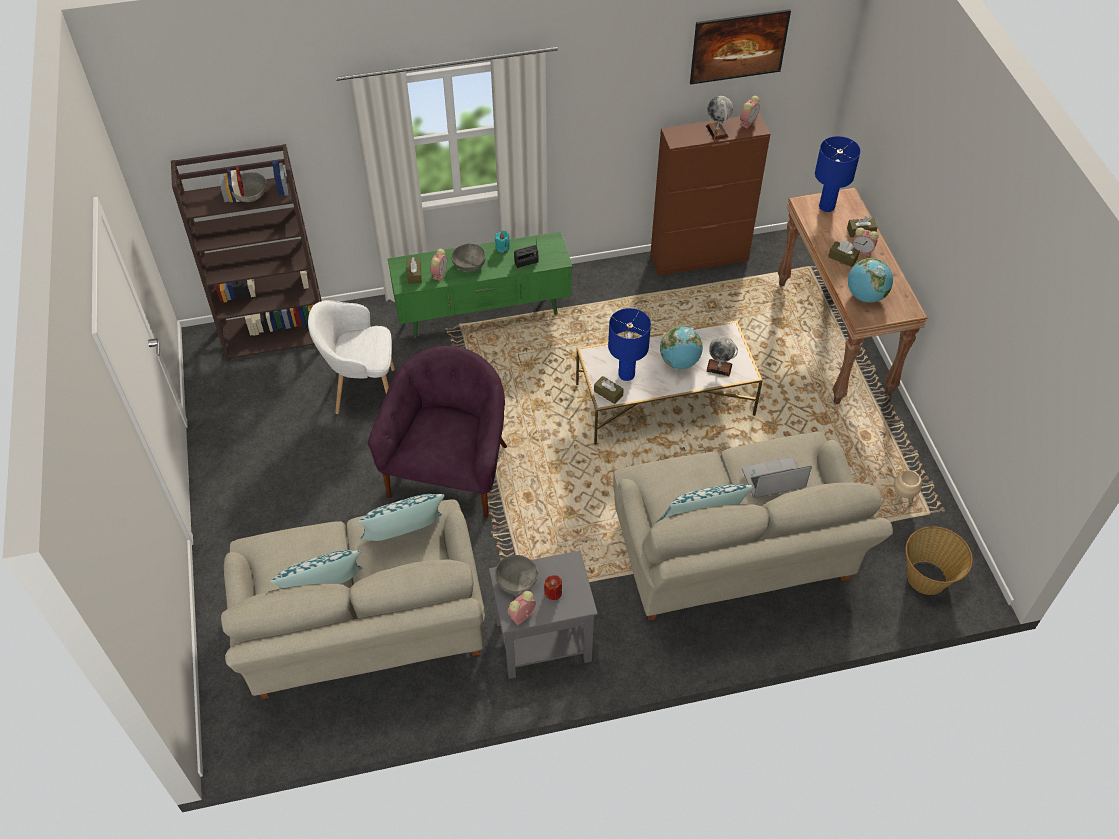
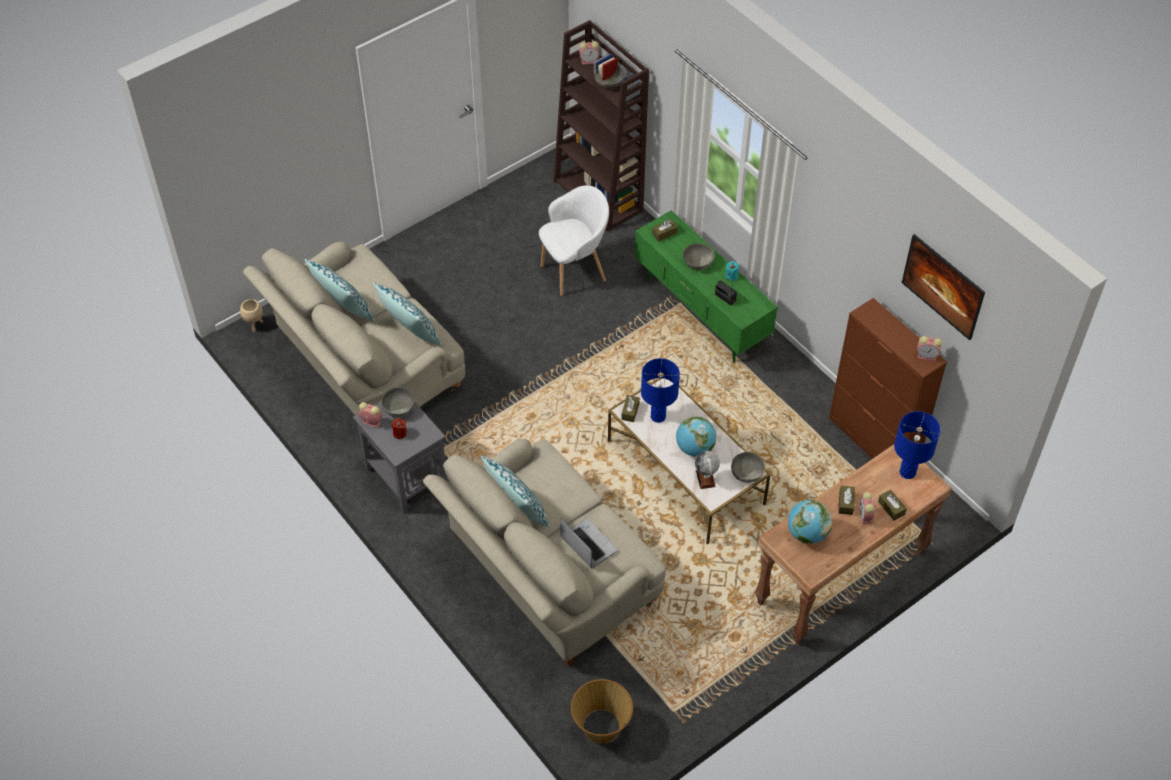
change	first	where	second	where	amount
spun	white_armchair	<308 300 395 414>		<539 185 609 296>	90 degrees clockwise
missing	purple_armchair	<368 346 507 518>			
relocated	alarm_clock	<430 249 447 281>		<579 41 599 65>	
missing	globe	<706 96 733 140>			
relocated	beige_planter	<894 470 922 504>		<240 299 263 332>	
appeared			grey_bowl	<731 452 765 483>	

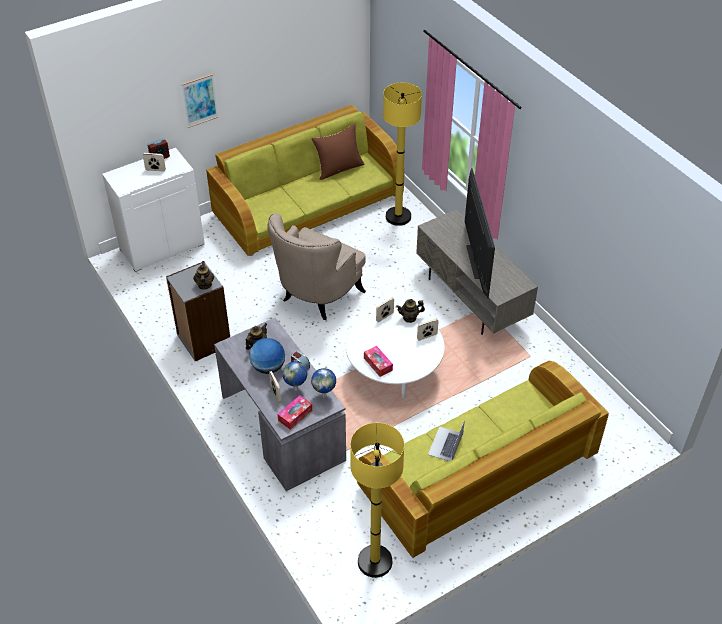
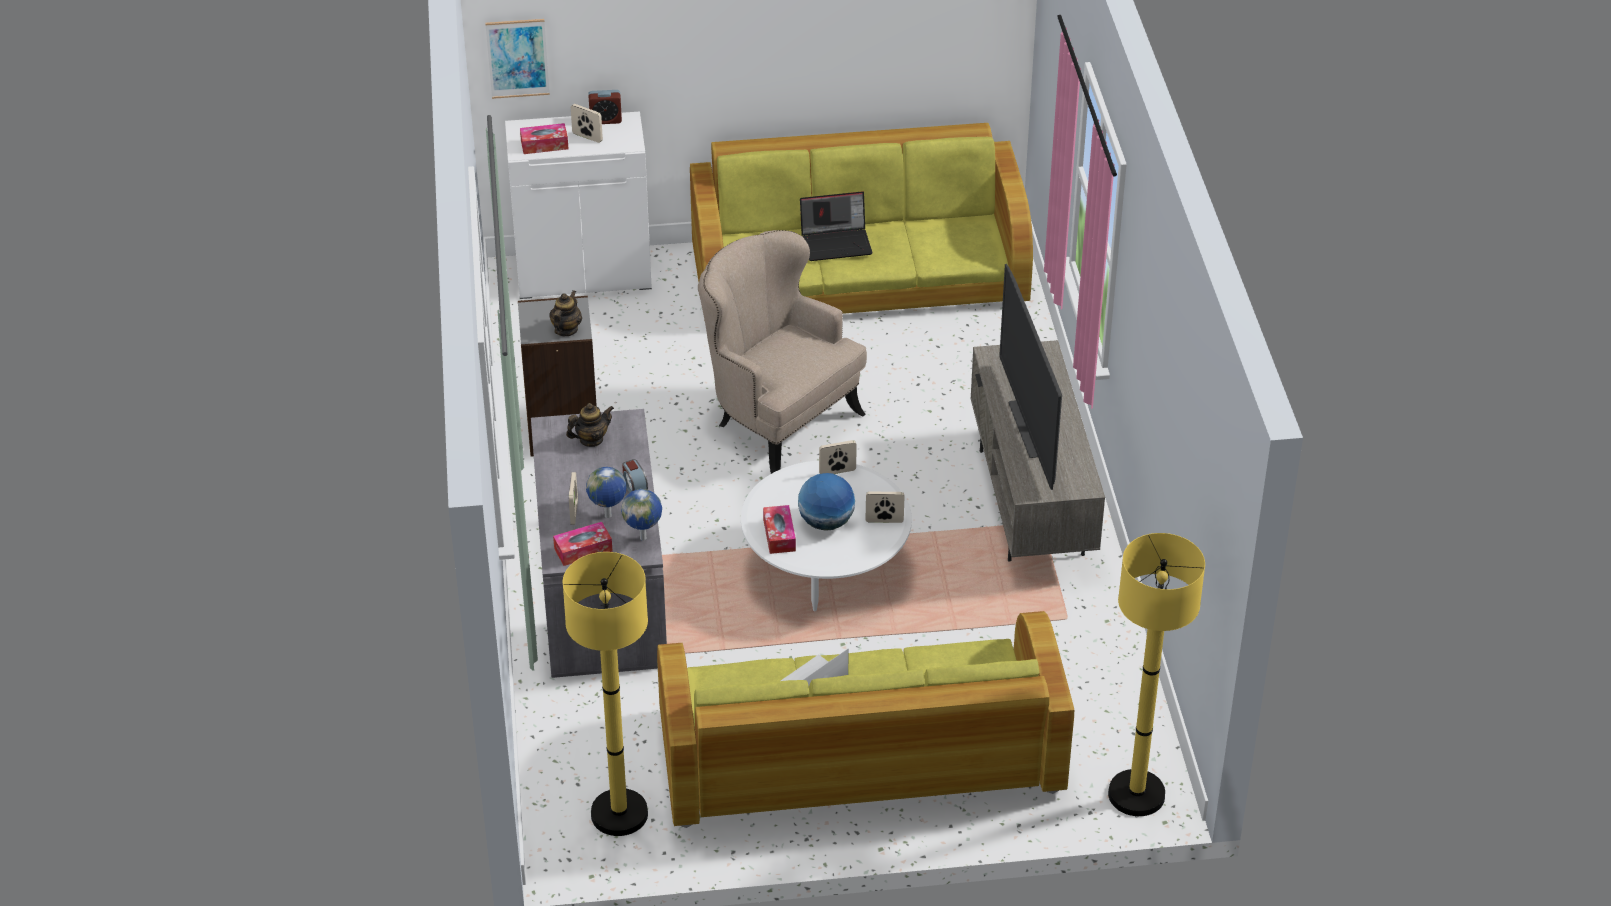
change	first	where	second	where	amount
relocated	picture	<181 74 218 128>		<485 19 550 99>	
relocated	globe	<249 338 285 374>		<798 473 855 531>	
spun	beige_armchair	<268 213 366 320>		<698 230 867 474>	75 degrees clockwise
missing	brown_pillow	<311 124 365 180>			
relocated	yellow_floor_lamp	<383 83 422 226>		<1108 533 1205 816>	
missing	teapot	<396 299 425 323>			
spun	television	<465 168 495 299>		<999 264 1062 490>	150 degrees clockwise
appeared			tissue_box	<520 123 568 154>	
appeared			laptop	<800 191 873 261>	

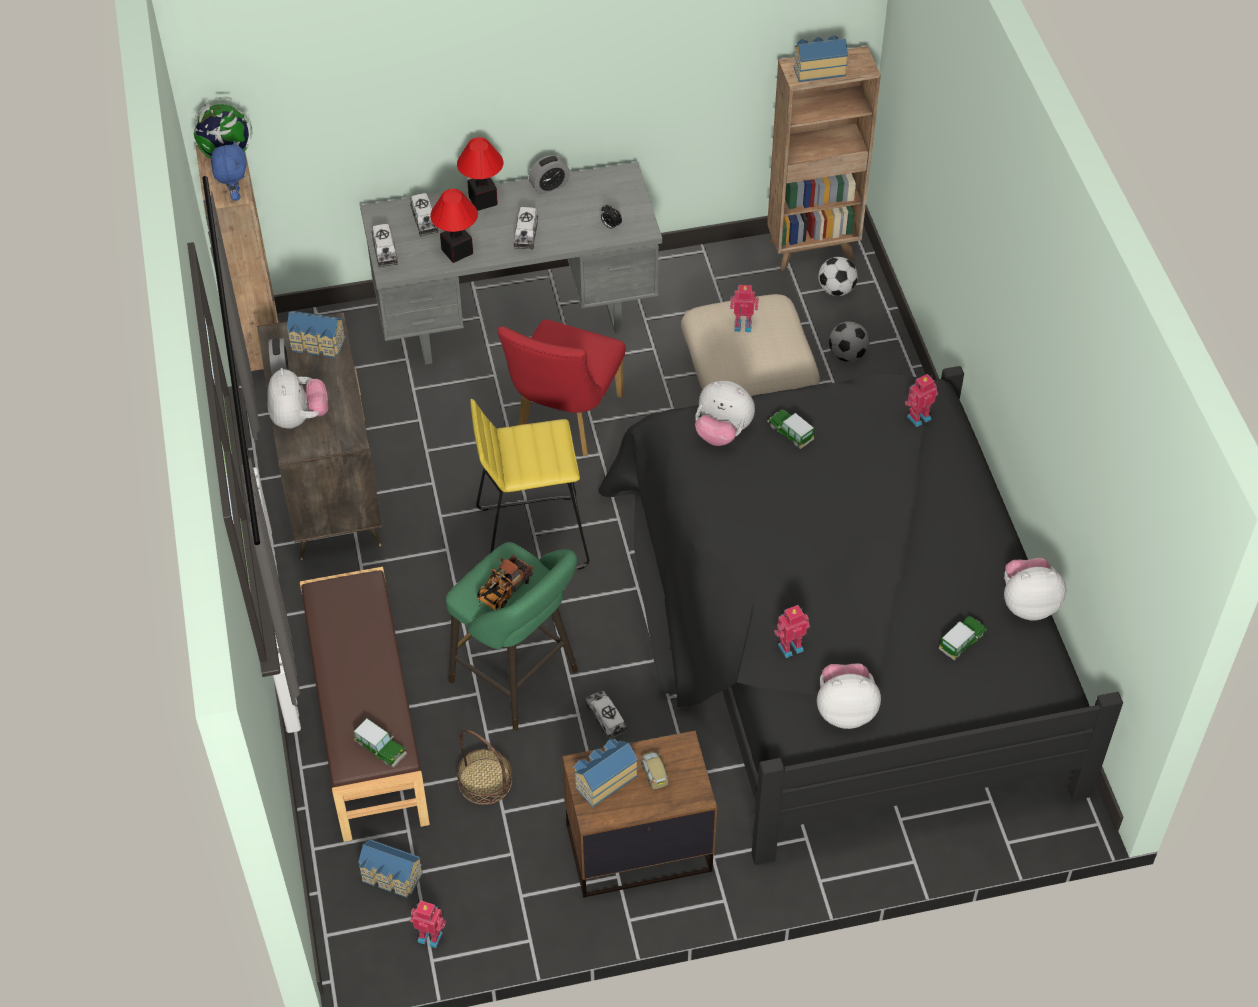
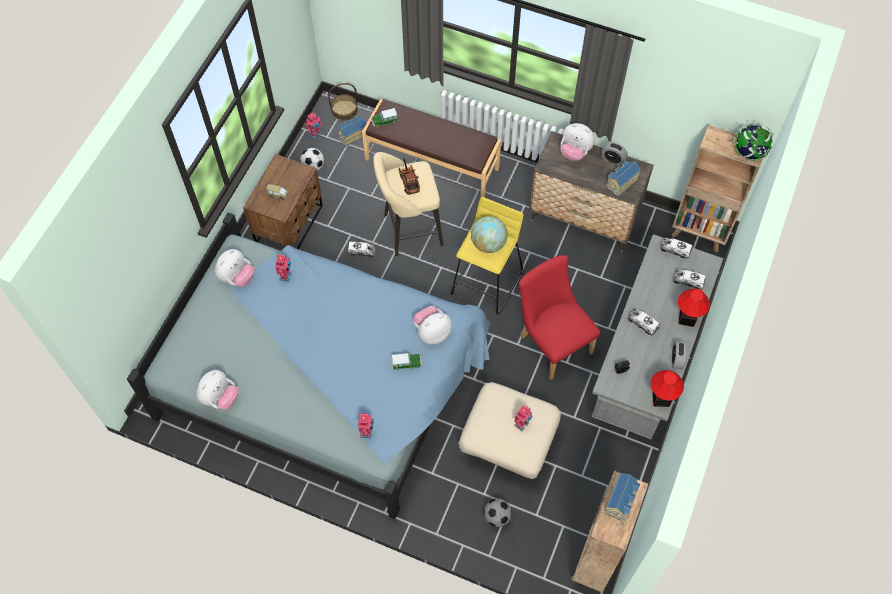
change	first	where	second	where	amount
missing	blue_plush_toy	<211 140 247 201>			
relocated	table_lamp	<430 189 478 263>		<651 370 684 407>	
colour	green_stool	<446 542 578 730>	beige_stool	<373 152 443 256>	
relocated	basket	<457 730 512 805>		<328 83 358 121>	
missing	toy_house	<574 739 638 807>			
colour	black_bed	<598 366 1123 865>	blue_bed	<127 213 490 519>	
relocated	football	<818 257 858 296>		<300 148 324 171>	
missing	toy_car	<939 616 987 661>			
appeared			globe	<471 216 508 253>	

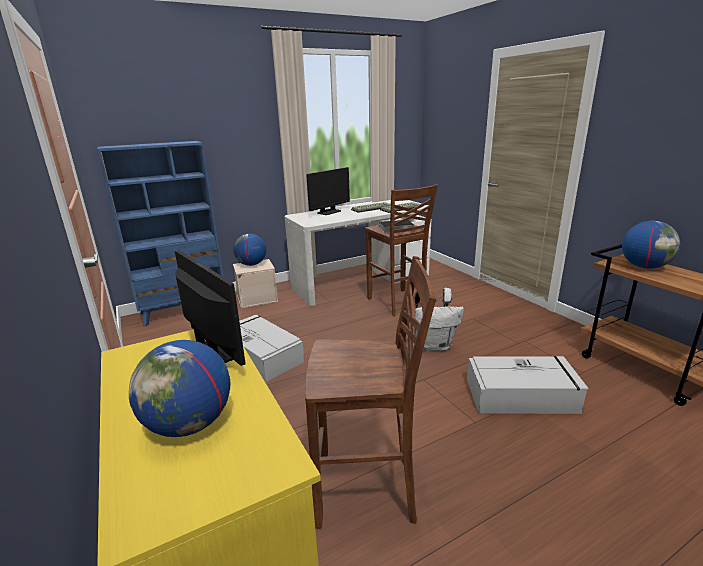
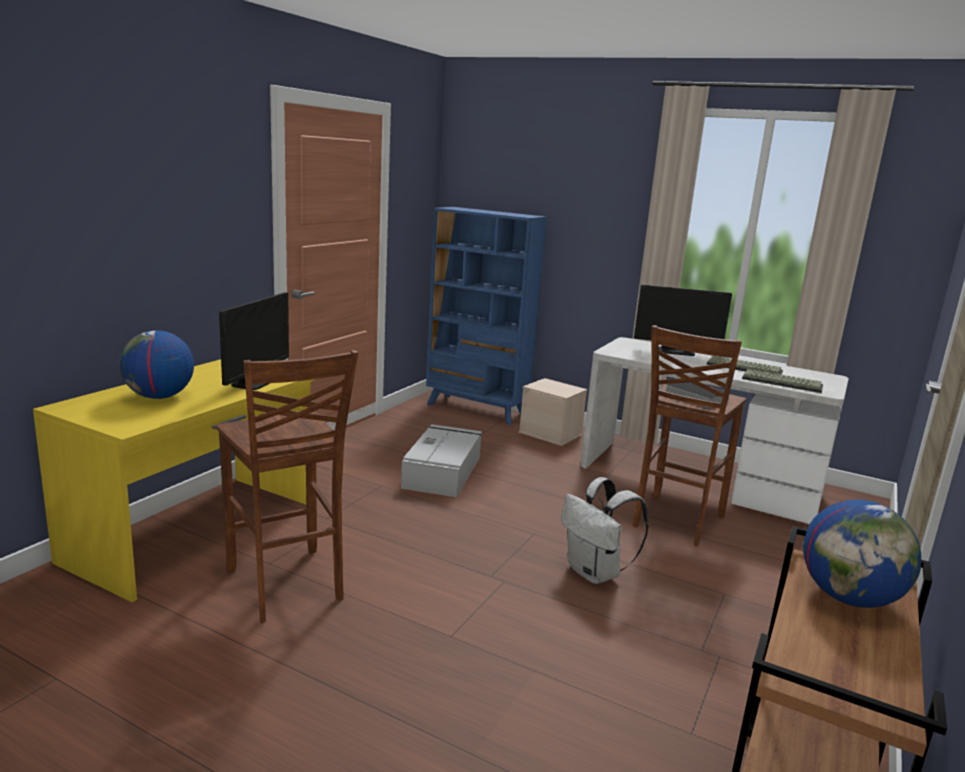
change	first	where	second	where	amount
missing	globe	<234 234 266 266>			
missing	grey_storage_box	<467 356 588 414>			

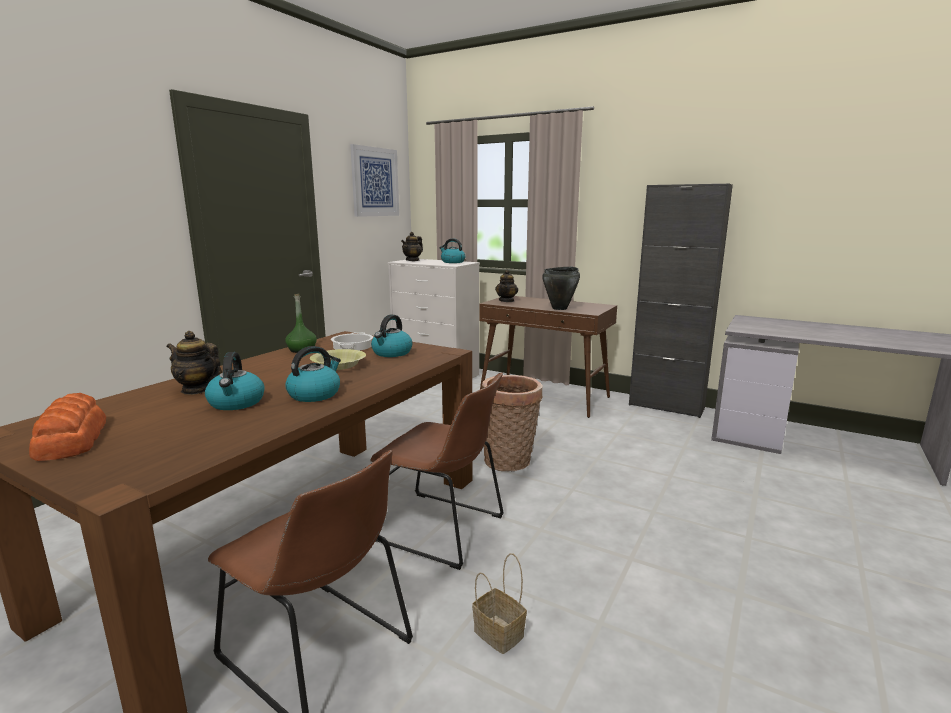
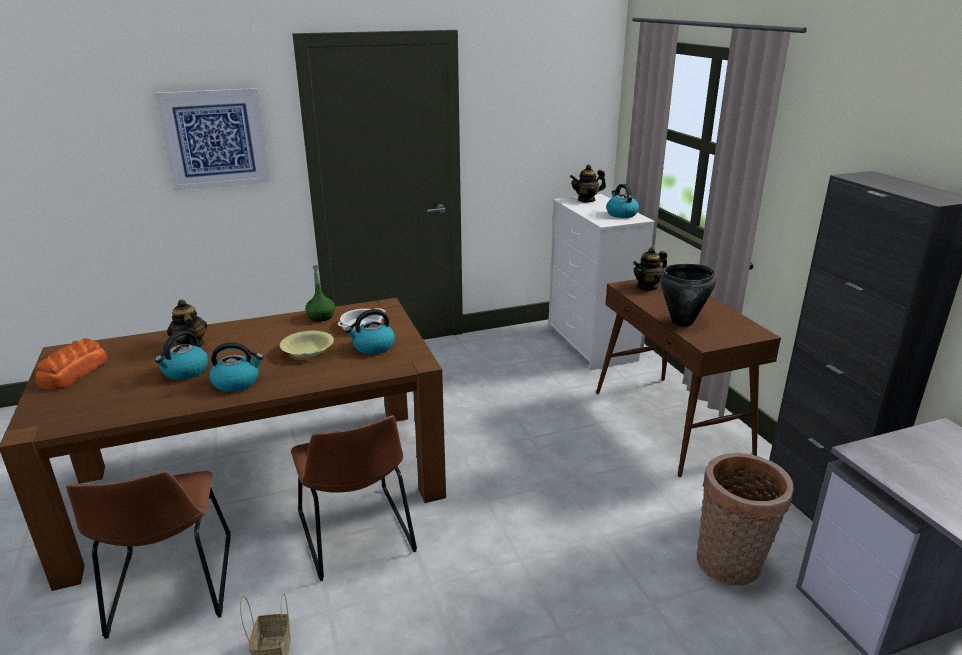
change	first	where	second	where	amount
relocated	picture	<350 144 399 217>		<154 88 270 191>	
relocated	basket	<482 375 542 471>		<697 453 794 586>	

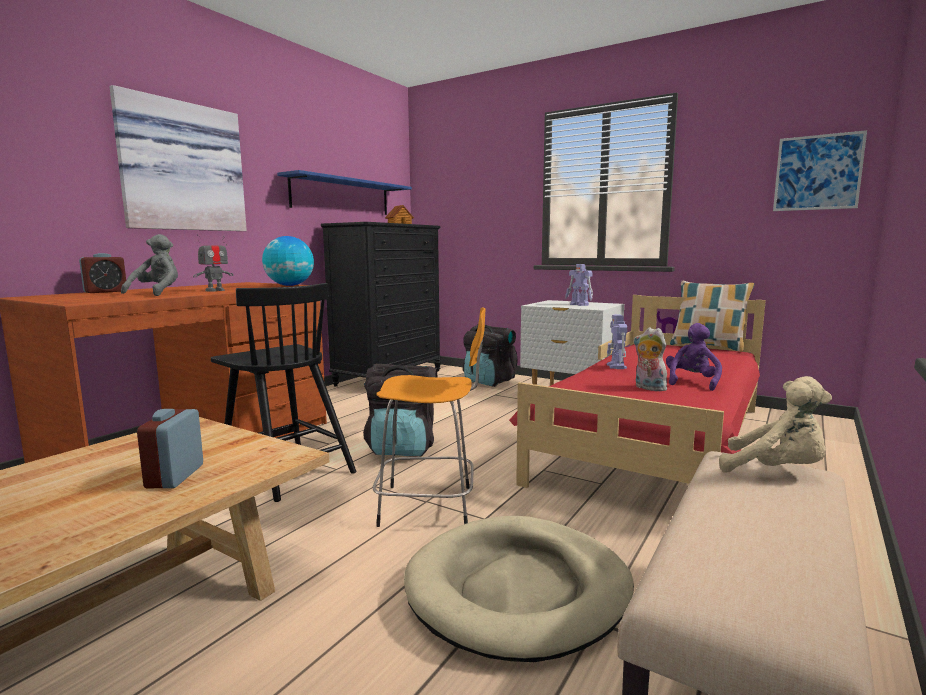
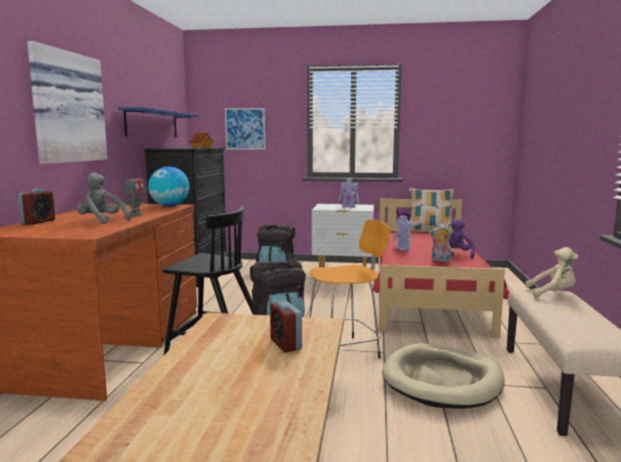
change	first	where	second	where	amount
spun	grey_plush_toy	<121 234 178 296>		<76 172 131 224>	45 degrees counterclockwise
relocated	picture	<773 130 867 211>		<225 108 265 150>	

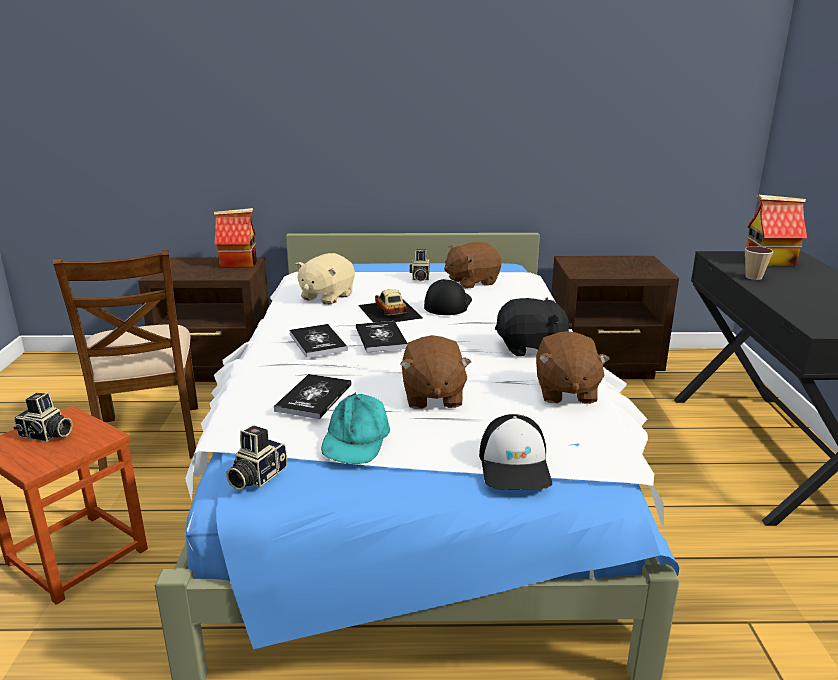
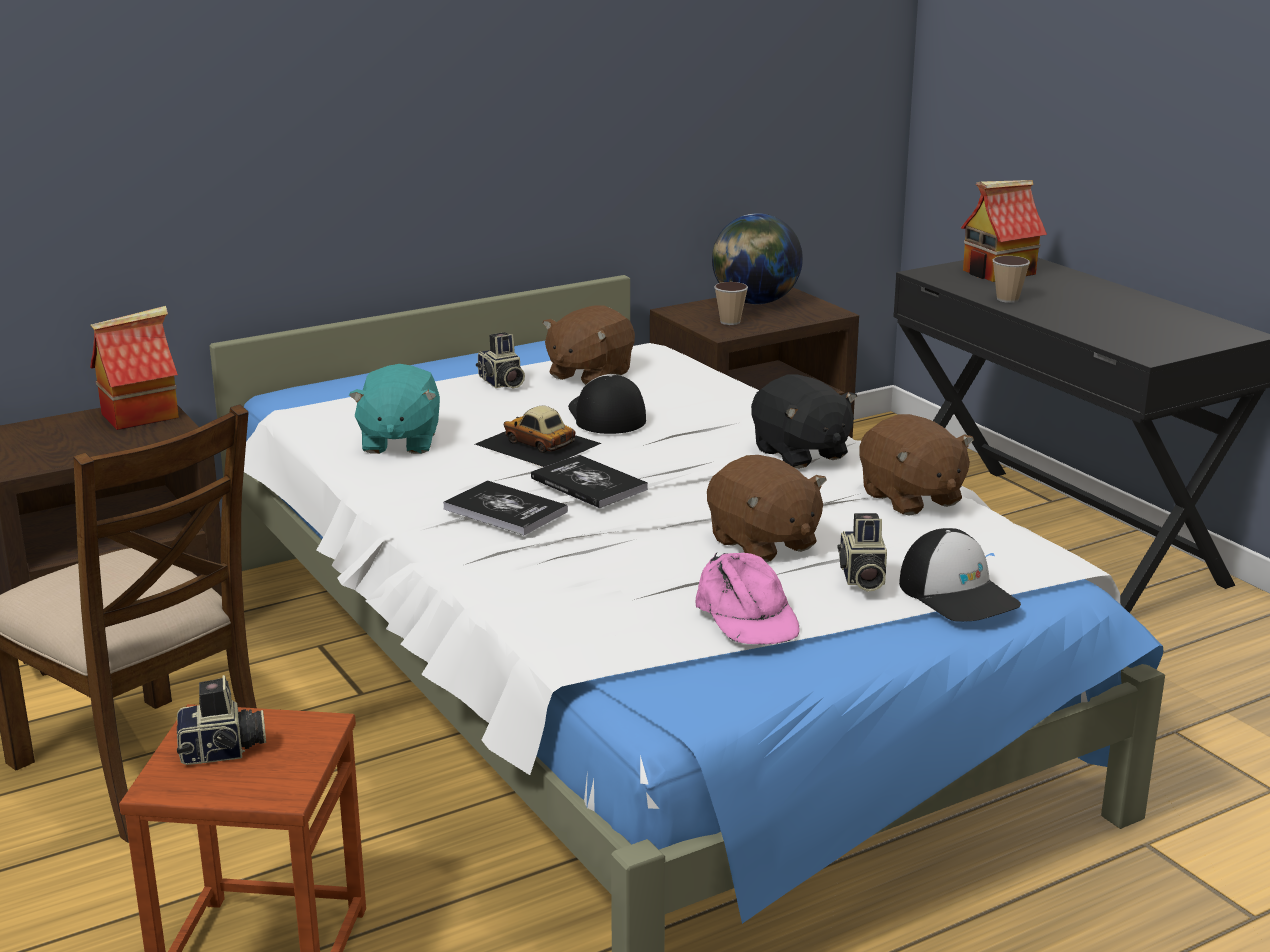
change	first	where	second	where	amount
relocated	photo_camera	<226 426 287 490>		<838 513 887 592>	
missing	book	<274 374 352 419>			
colour	beige_plush_toy	<295 253 355 305>	turquoise_plush_toy	<349 364 440 454>	
colour	turquoise_cap	<321 392 390 464>	pink_cap	<696 553 800 645>	
spun	black_plush_toy	<495 297 573 356>		<751 375 857 469>	90 degrees clockwise
appeared			globe	<712 213 803 304>	
appeared			cup	<714 282 748 325>	

